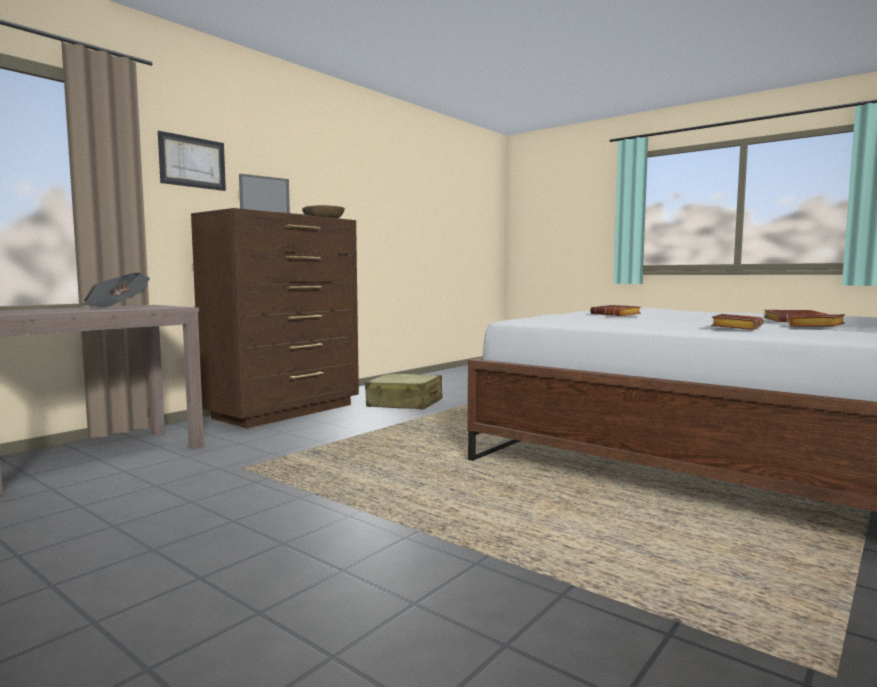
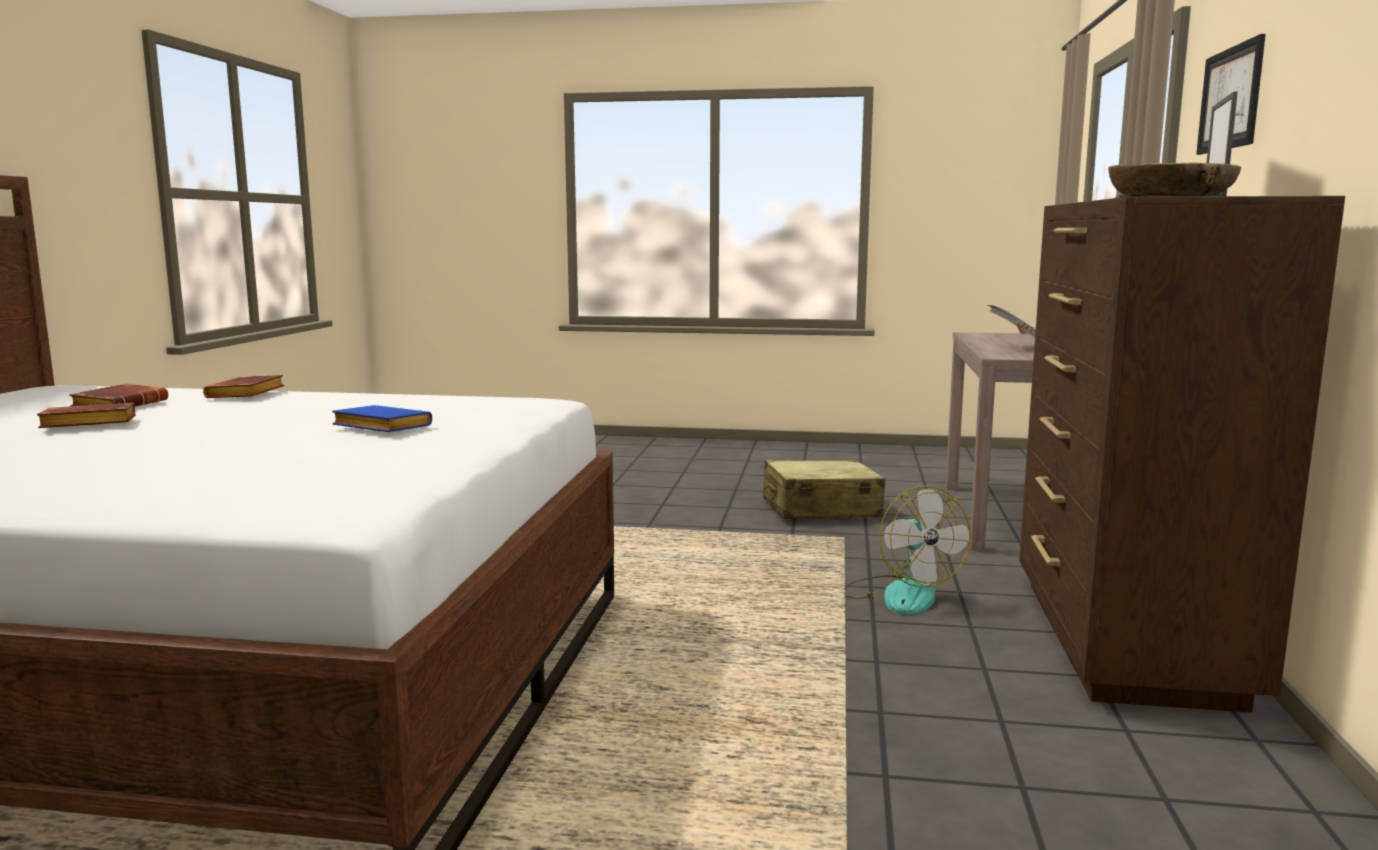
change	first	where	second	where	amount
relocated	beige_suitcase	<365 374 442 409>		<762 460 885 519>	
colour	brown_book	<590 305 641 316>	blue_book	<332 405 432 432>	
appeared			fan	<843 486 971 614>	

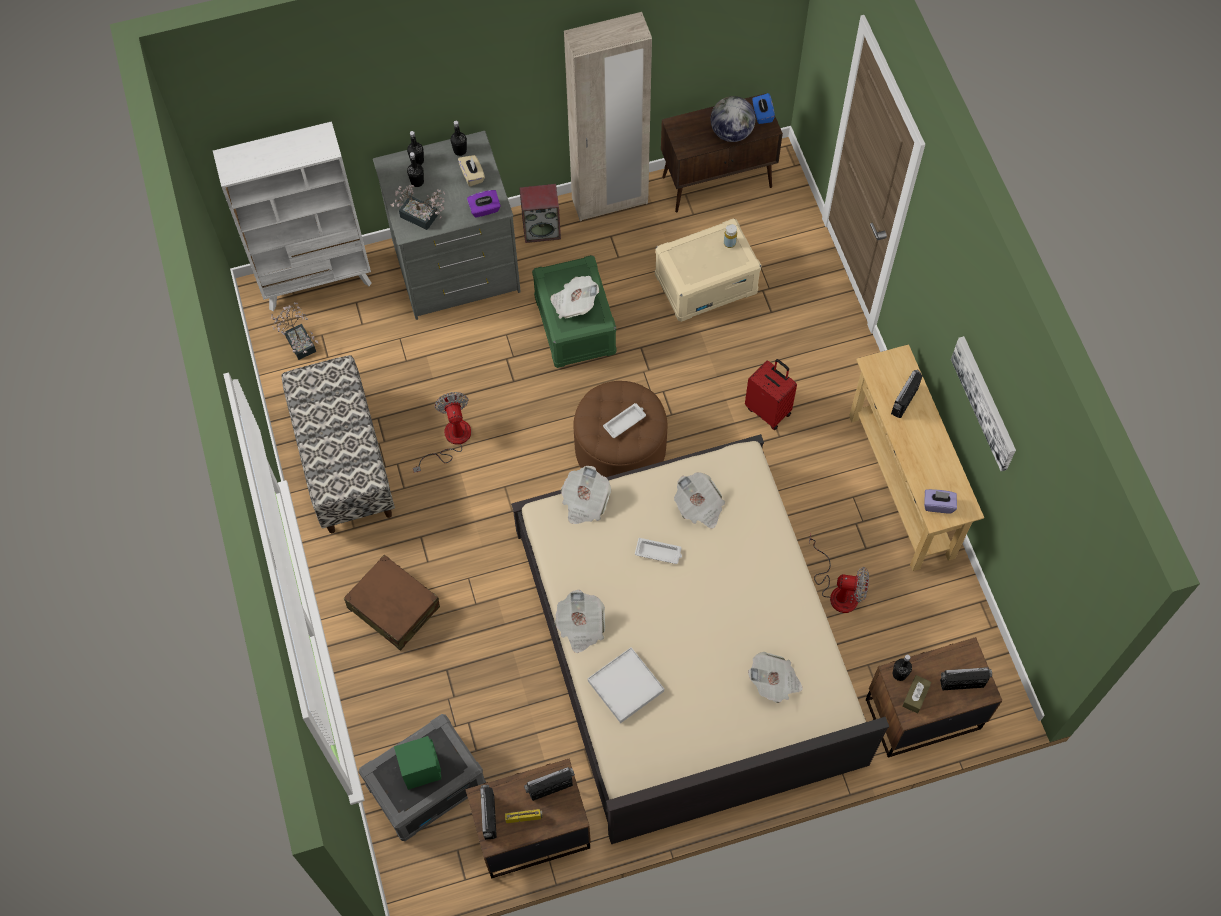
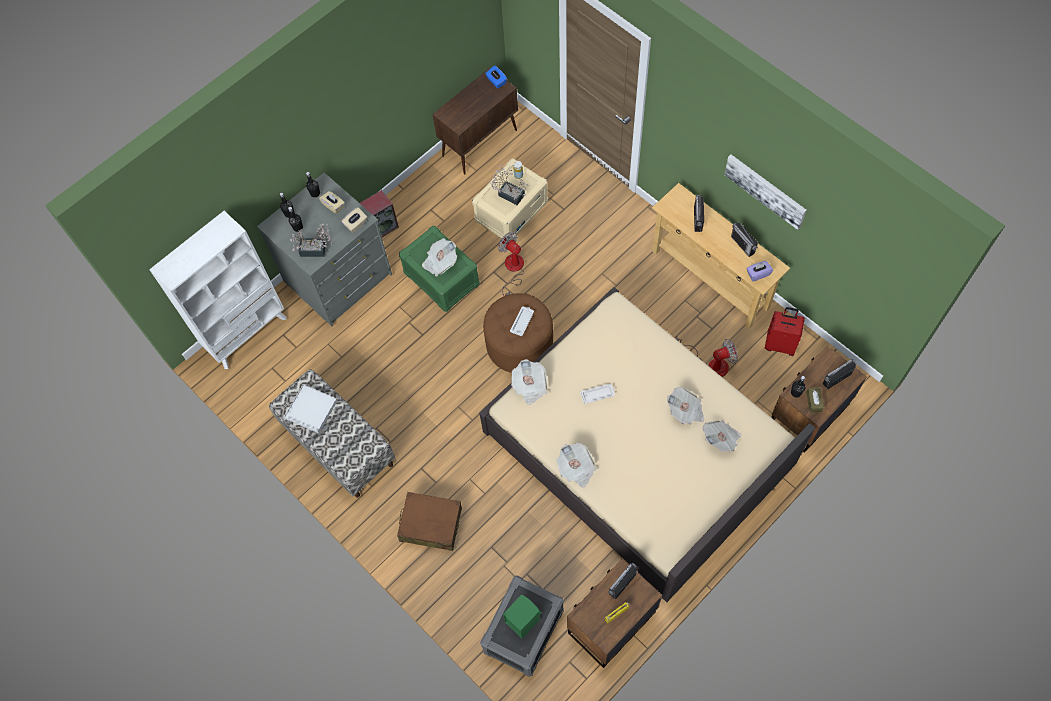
change	first	where	second	where	amount
relocated	potted_plant	<270 302 318 360>		<489 165 529 205>	
relocated	fan	<413 392 471 473>		<498 232 524 296>	
colour	purple_tissue_box	<467 190 501 218>	beige_tissue_box	<341 207 367 233>	
relocated	radio	<480 785 497 840>		<731 221 758 257>	
missing	beige_wardrobe	<564 12 652 221>			
relocated	white_tray	<588 647 664 723>		<284 384 337 433>	
relocated	newspaper	<674 472 725 529>		<667 387 704 424>	
missing	globe	<711 96 756 142>			
relocated	red_suitcase	<745 359 797 430>		<765 307 805 356>	

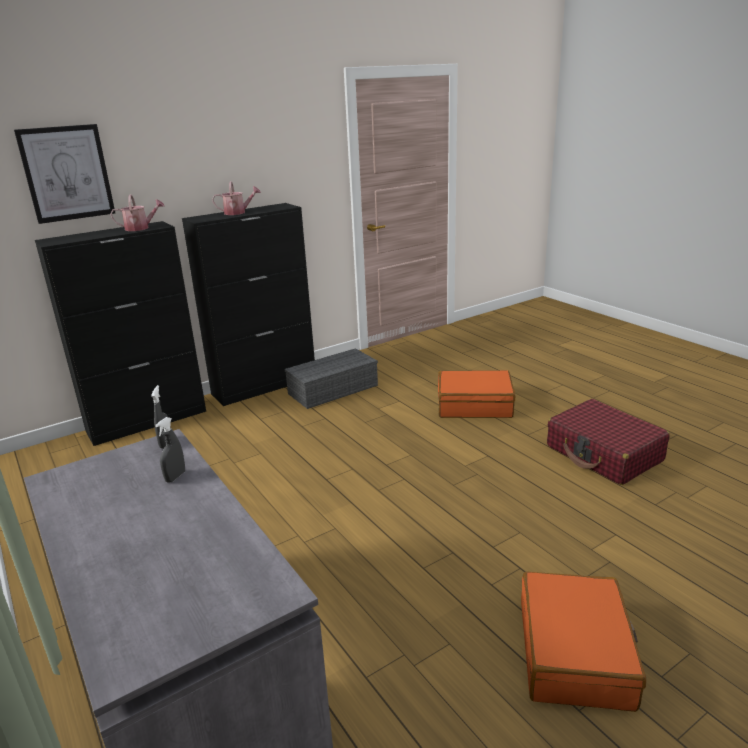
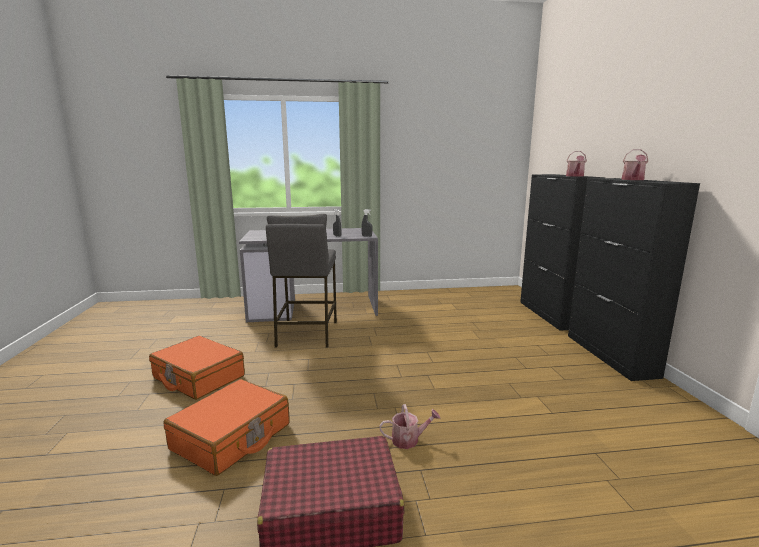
change	first	where	second	where	amount
missing	picture	<14 124 115 224>			
missing	grey_storage_box	<285 348 378 409>			
relocated	orange_suitcase	<438 370 515 418>		<163 379 289 476>	
appeared			grey_stool	<266 214 337 348>	
appeared			watering_can	<379 404 440 449>	

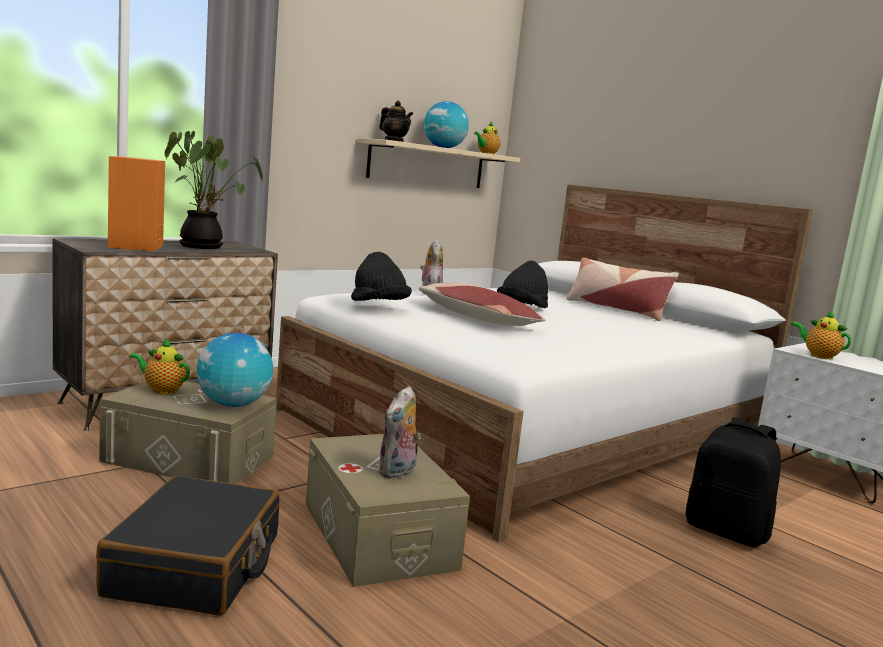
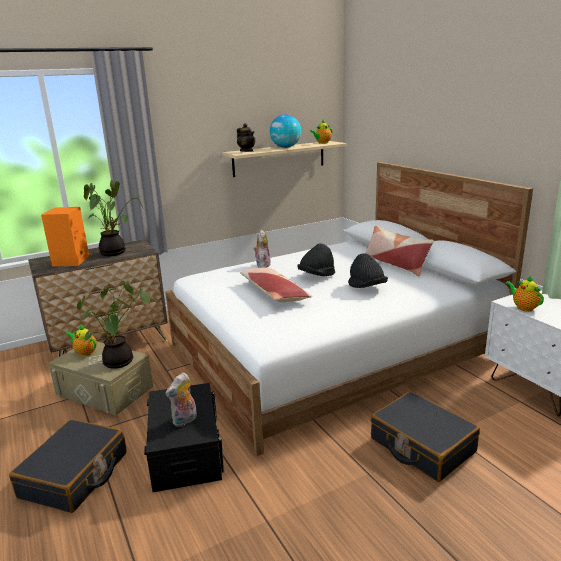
change	first	where	second	where	amount
exchanged	globe	<197 333 273 407>	potted_plant	<77 281 150 369>	
colour	beige_storage_box	<306 434 470 587>	black_storage_box	<144 383 225 492>	
relocated	black_hat	<351 252 412 301>		<348 253 388 288>	
exchanged	black_backpack	<686 417 781 548>	black_suitcase	<370 391 480 482>	

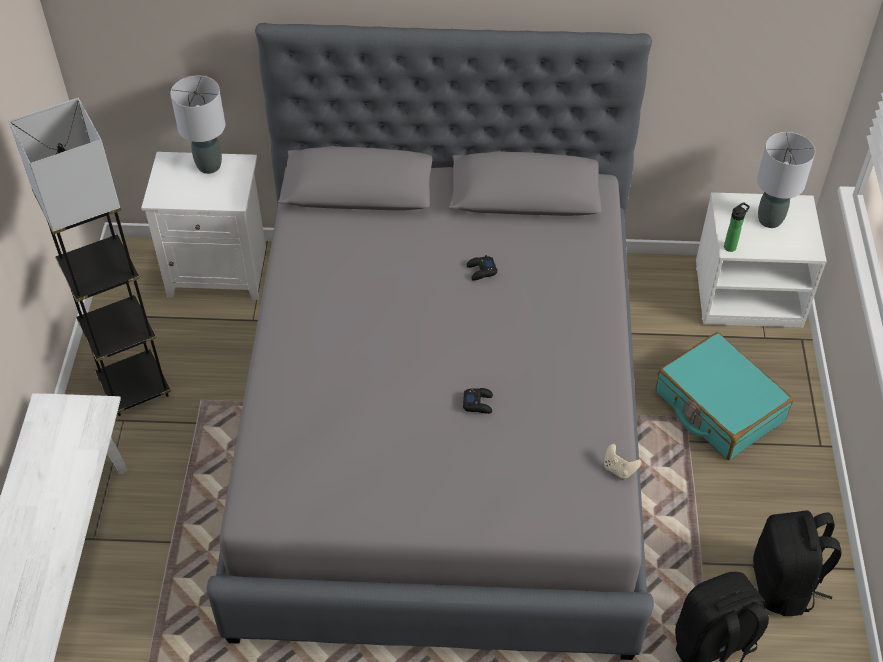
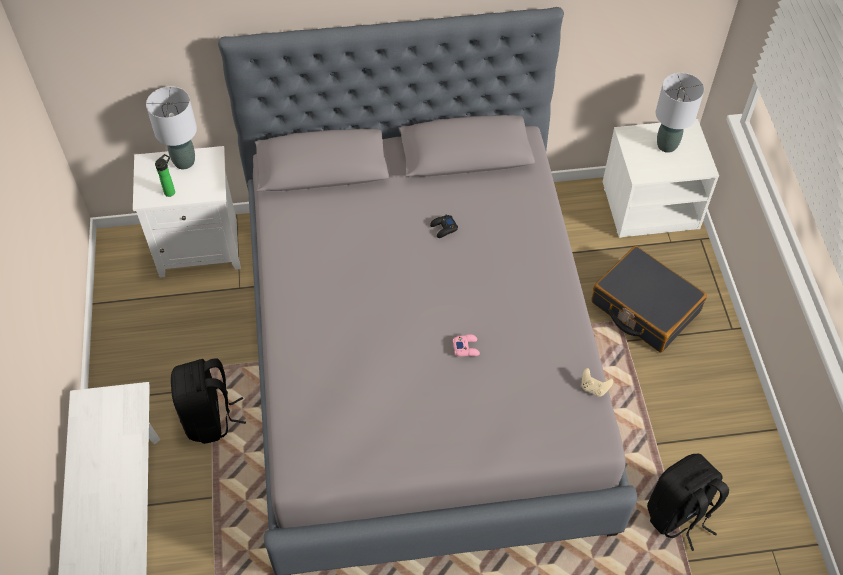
change	first	where	second	where	amount
missing	grey_floor_lamp	<8 98 171 416>			
colour	black_game_controller	<463 388 493 414>	pink_game_controller	<453 334 480 357>	
colour	turquoise_suitcase	<656 332 793 460>	black_suitcase	<591 246 707 353>	
relocated	bottle	<724 202 750 252>		<155 154 175 197>	
relocated	black_backpack	<753 510 842 616>		<171 358 246 444>	

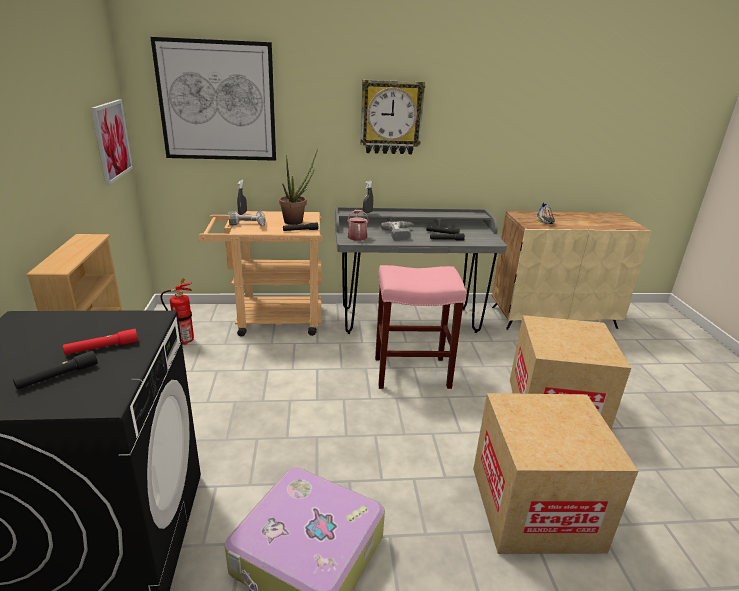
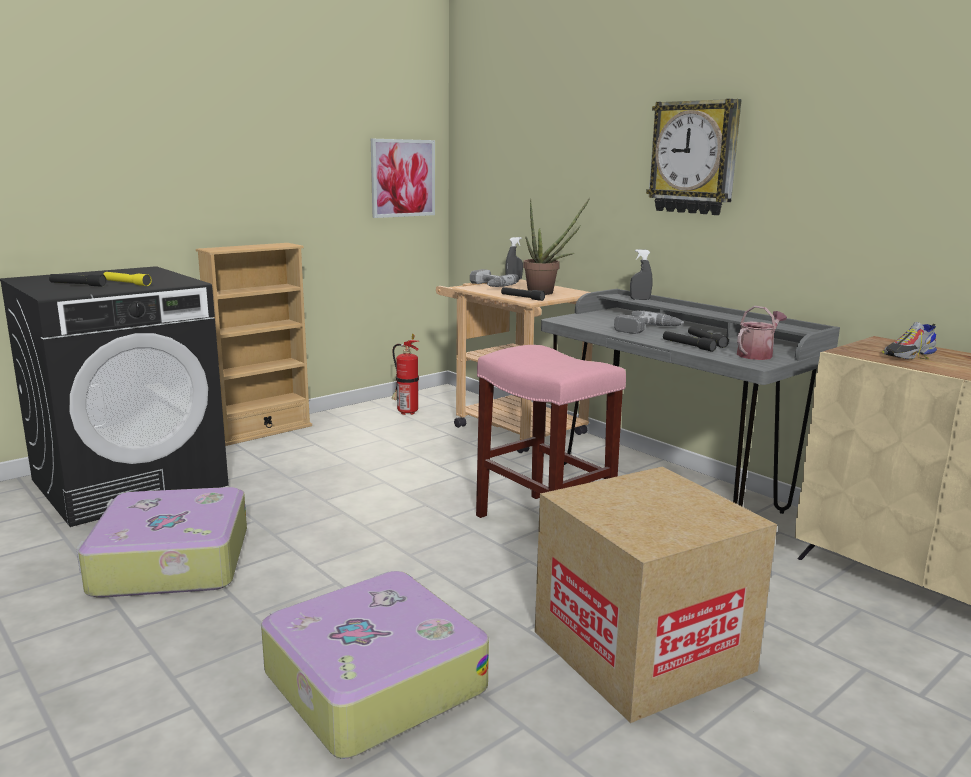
change	first	where	second	where	amount
colour	red_flashlight	<63 329 138 355>	yellow_flashlight	<103 272 152 286>	
missing	picture	<150 37 276 161>			
relocated	watering_can	<347 209 369 241>		<737 306 787 360>	
exchanged	cardboard_box	<473 393 638 554>	suitcase	<261 571 489 759>	

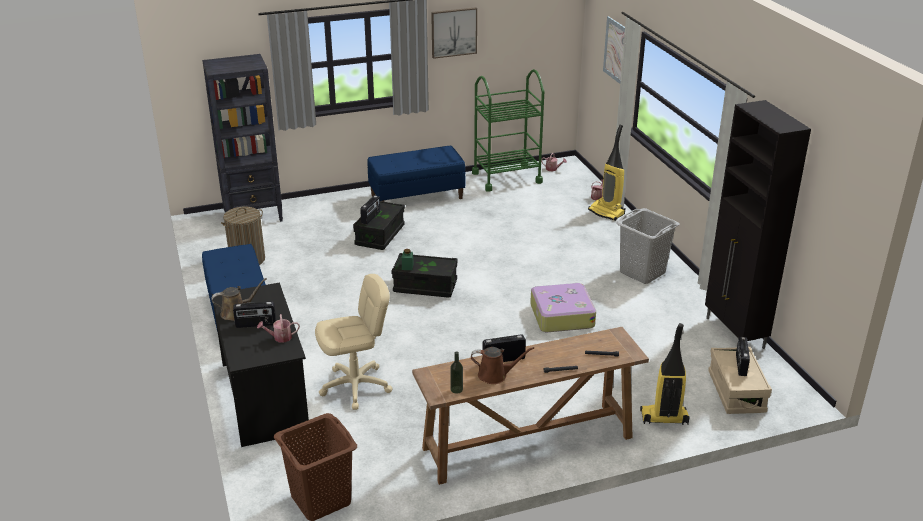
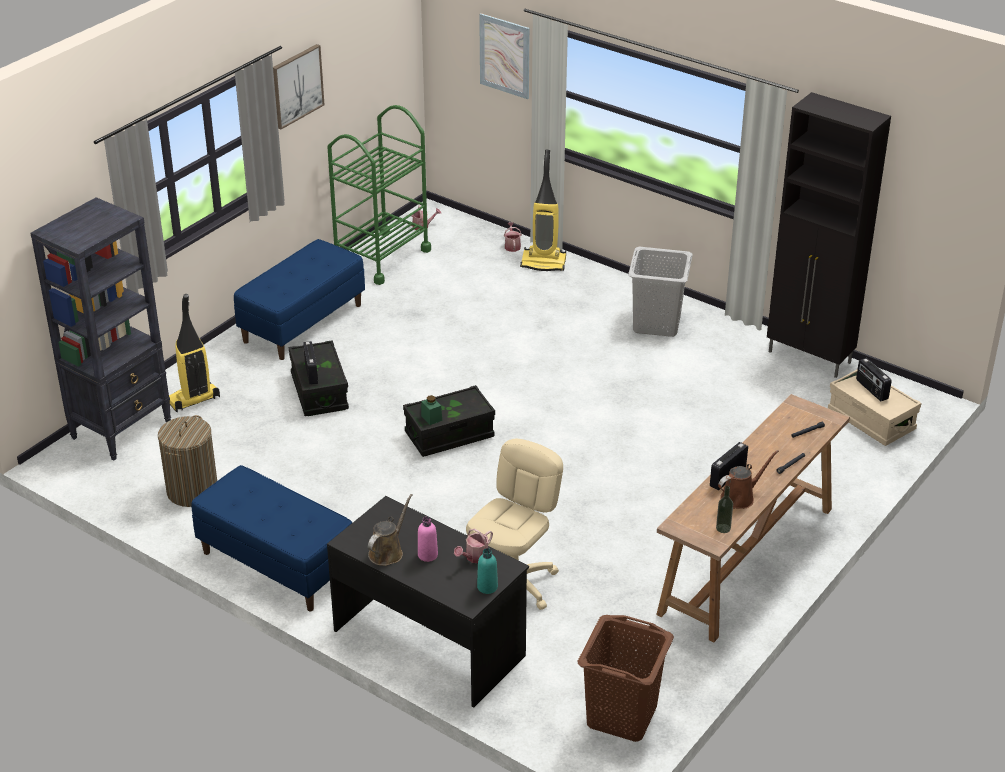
change	first	where	second	where	amount
exchanged	radio	<233 301 276 328>	pink_bottle	<418 517 438 562>	
missing	suitcase	<530 283 596 332>			
relocated	vacuum_cleaner	<640 323 690 425>		<169 294 220 412>	
appeared			turquoise_bottle	<477 548 498 594>	

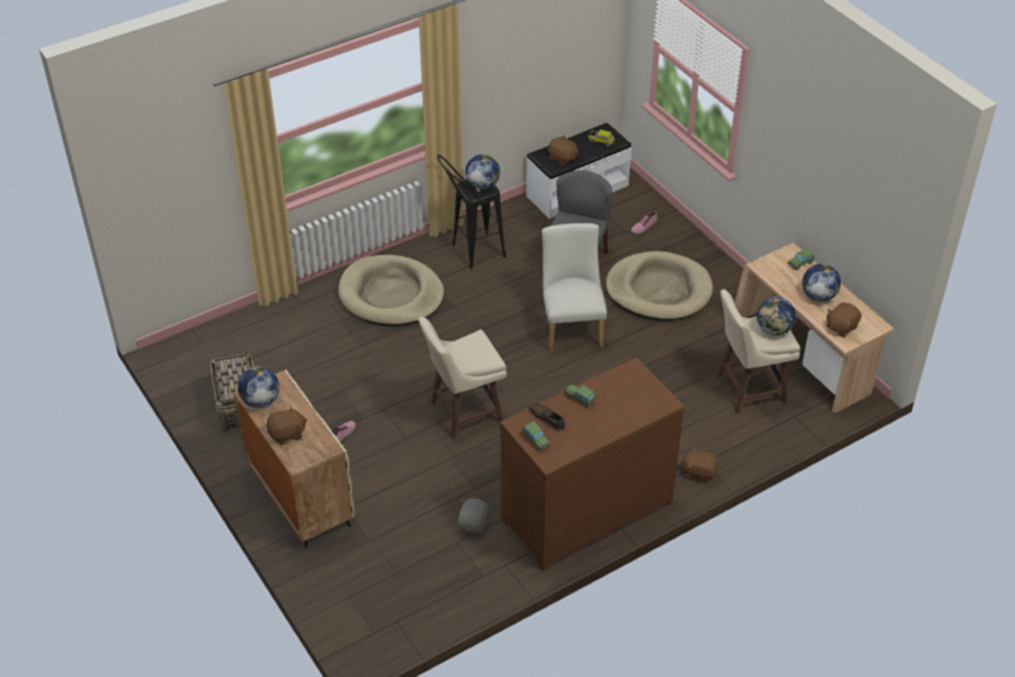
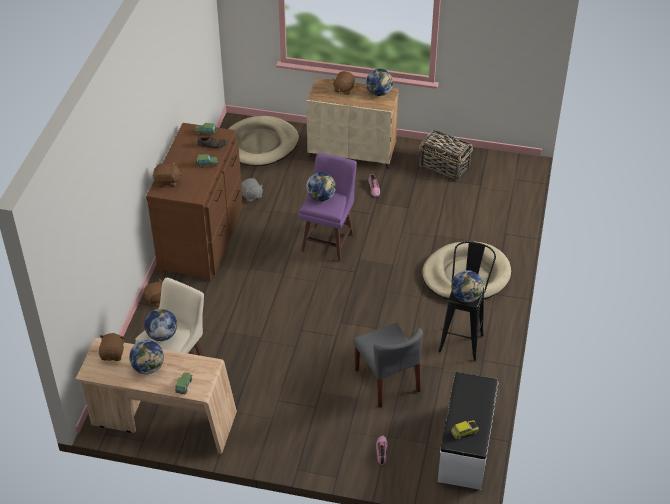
change	first	where	second	where	amount
colour	beige_stool	<418 317 507 439>	purple_stool	<299 153 357 261>	
missing	white_chair	<542 223 607 352>			
relocated	brown_plush_toy	<548 135 578 166>		<153 162 183 187>	
relocated	beige_dog_bed	<605 251 713 320>		<228 116 299 166>	
appeared			globe	<306 172 336 201>	

